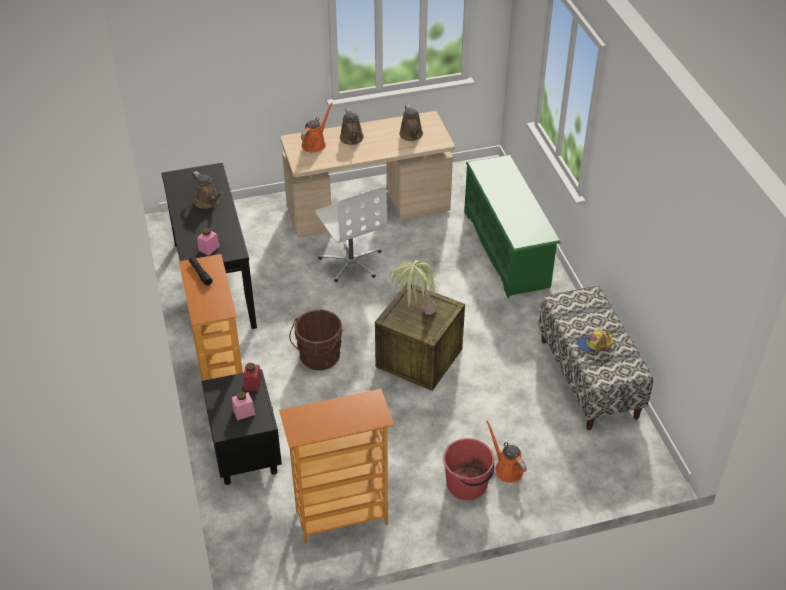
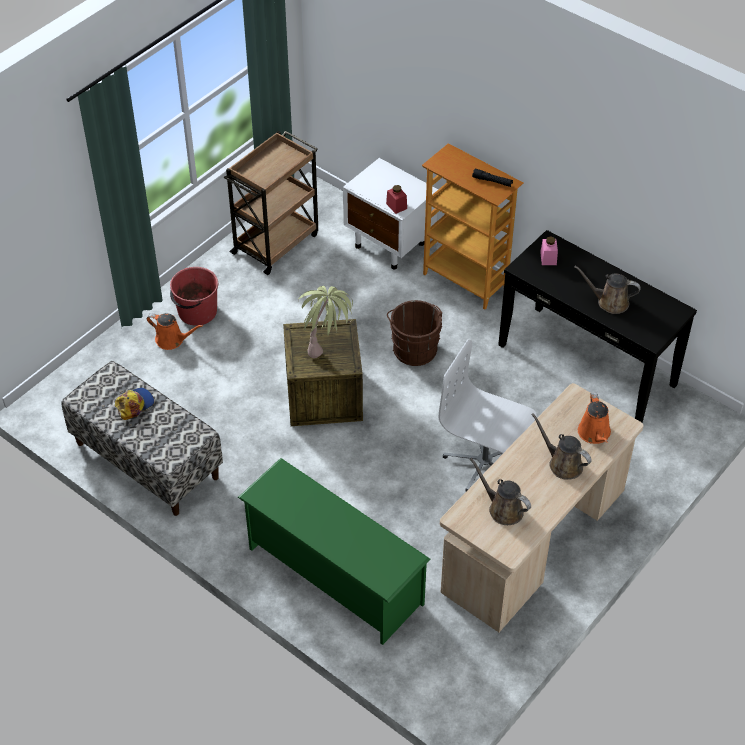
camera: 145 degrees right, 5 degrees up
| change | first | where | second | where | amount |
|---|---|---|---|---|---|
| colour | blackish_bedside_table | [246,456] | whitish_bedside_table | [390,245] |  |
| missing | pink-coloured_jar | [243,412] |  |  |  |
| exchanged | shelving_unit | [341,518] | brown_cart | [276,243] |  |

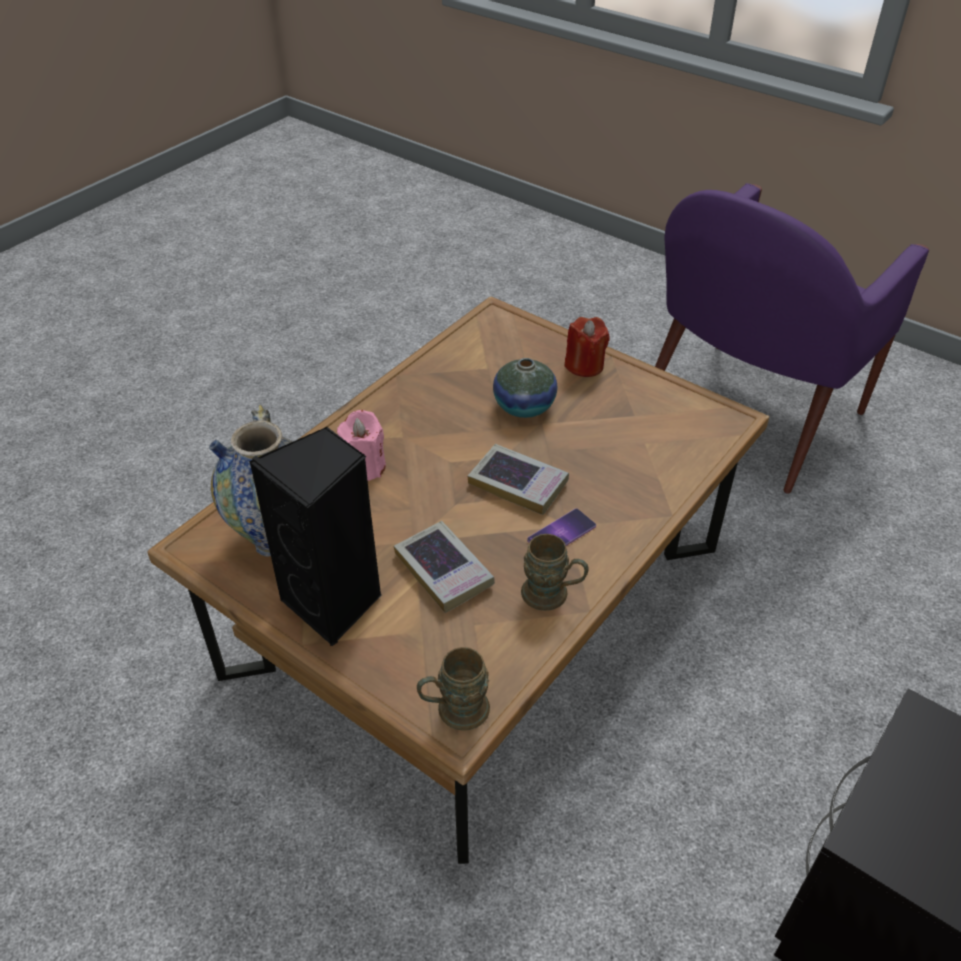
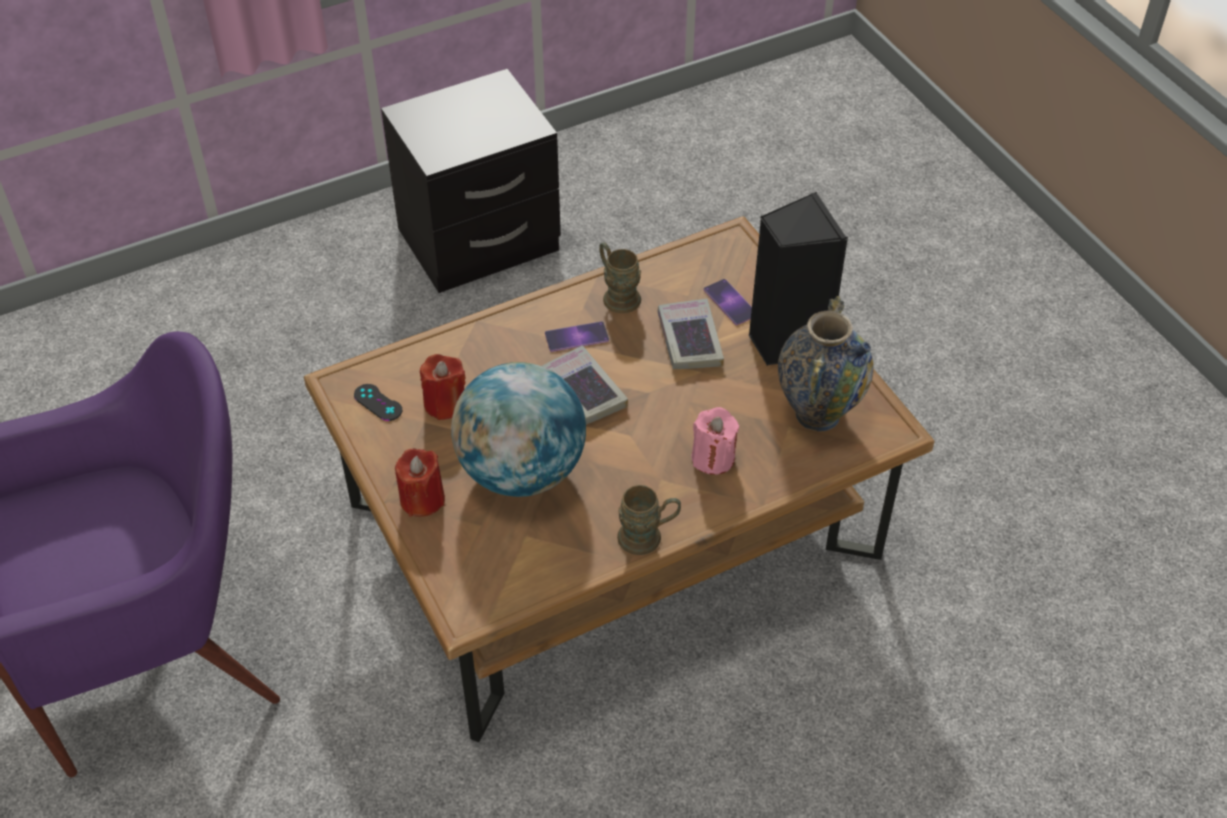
camera: 155 degrees left, 5 degrees up
| change | first | where | second | where | amount |
|---|---|---|---|---|---|
| relocated | brown_mug | [454,711] |  | [648,537] |  |
| exchanged | flower_vase | [524,406] | world_globe | [521,471] |  |
| appeared |  |  | blackish_gamepad | [378,402] |  |
| appeared |  |  | red-coloured_wax_light | [445,403] |  |
| appeared |  |  | handset | [730,302] |  |

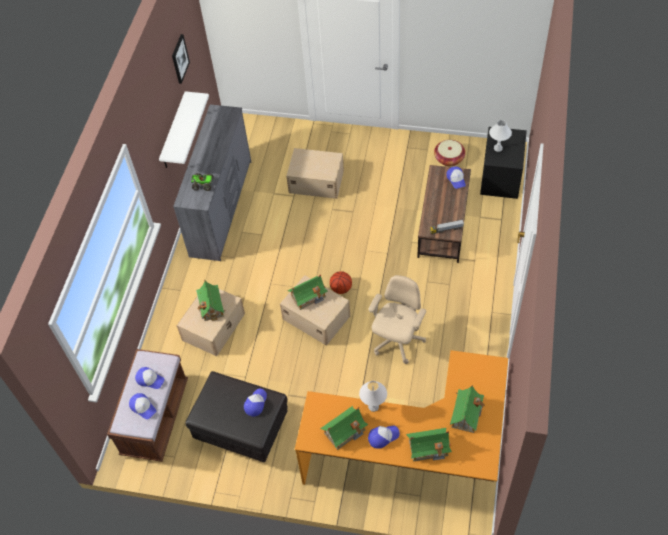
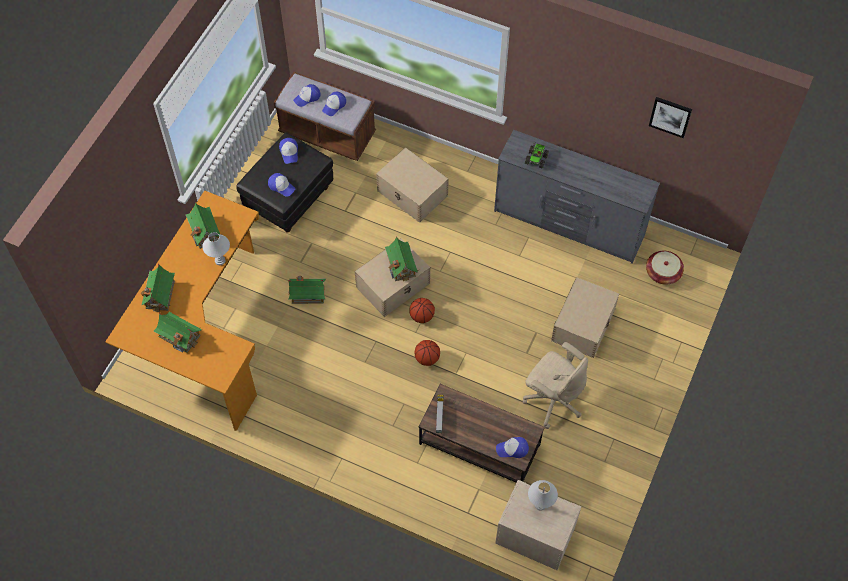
camera: 100 degrees right, 5 degrees up
| change | first | where | second | where | amount |
|---|---|---|---|---|---|
| missing | whitish_shelf | [174,132] |  |  |  |
| relocated | toy_house | [211,306] |  | [307,294] |  |
| relocated | sand-coloured_computer_chair | [397,341] |  | [553,400] |  |
| relocated | cap | [383,437] |  | [289,152] |  |
| relocated | storage_basket | [449,158] |  | [663,273] |  |
| colour | blackish_bedside_table | [500,177] | sand-coloured_bedside_table | [534,535] |  |
| appeared |  |  | basketball | [427,358] |  |

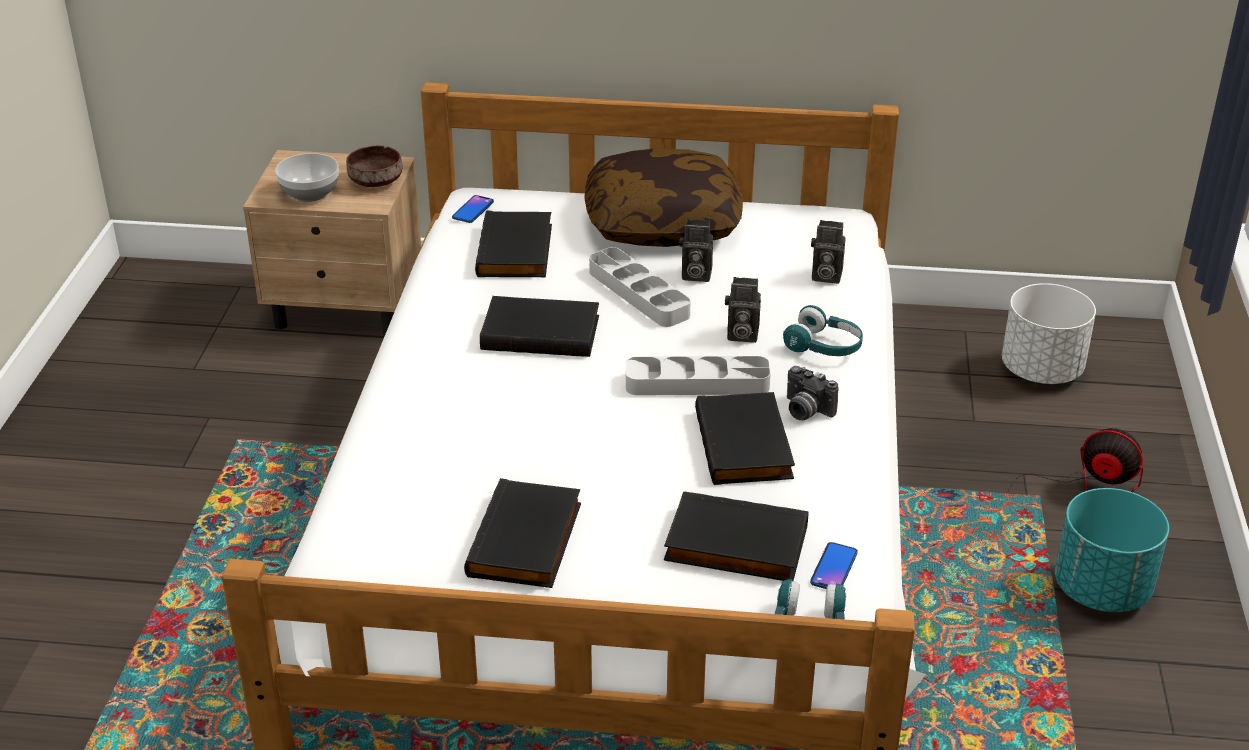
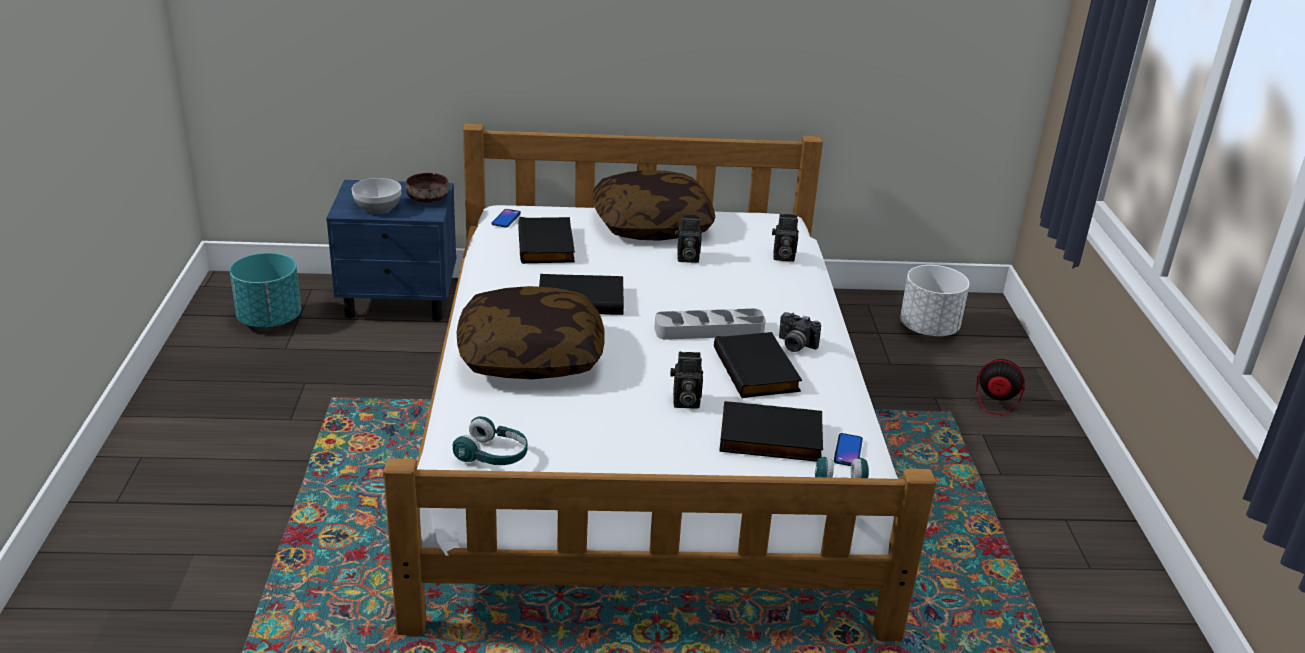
camera: 10 degrees left, 5 degrees down
| change | first | where | second | where | amount |
|---|---|---|---|---|---|
| colour | sand-coloured_bedside_table | [347,307] | blue_bedside_table | [400,301] |  |
| missing | blackish_bound_book | [527,541] |  |  |  |
| missing | gray_carrying_tray | [638,293] |  |  |  |
| relocated | photo_camera | [740,335] |  | [684,402] |  |
| relocated | turquoise_headphones | [824,347] |  | [493,455] |  |
| relocated | turquoise_plant_pot | [1102,590] |  | [269,320] |  |
| appeared |  |  | throw_pillow | [531,356] |  |

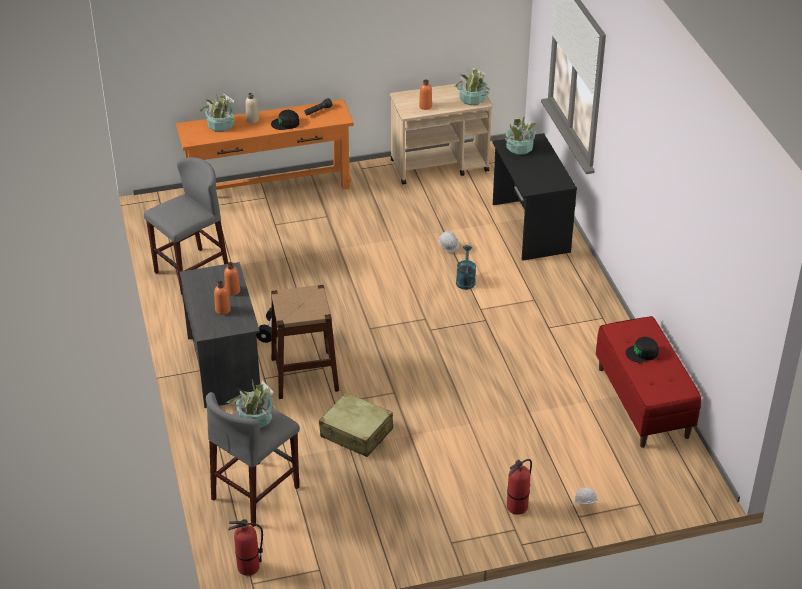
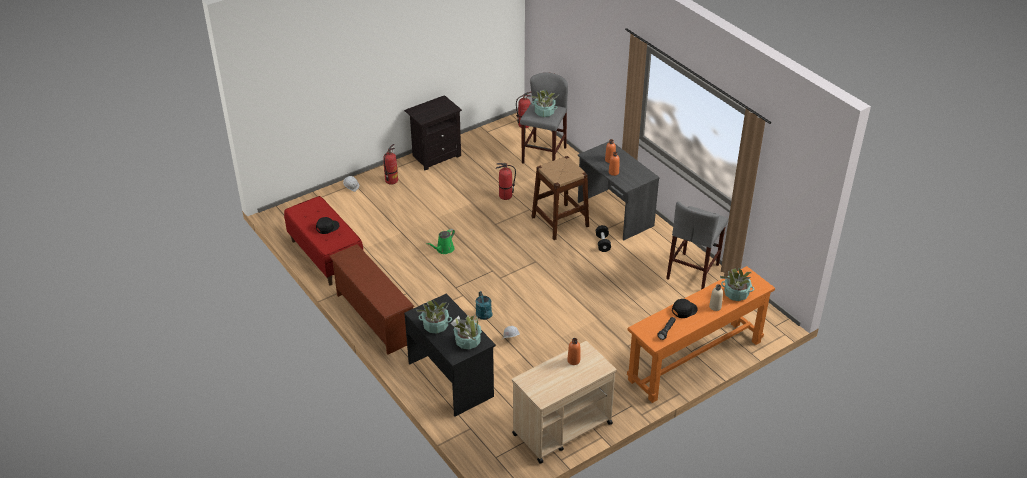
camera: 160 degrees right, 0 degrees up
| change | first | where | second | where | amount |
|---|---|---|---|---|---|
| exchanged | sand-coloured_suitcase | [356,433] | fire_extinguisher | [505,196] |  |
| relocated | plant_in_a_pot | [472,99] |  | [435,326] |  |
| appeared |  |  | brown_shoe_rack | [374,318] |  |
| appeared |  |  | blackish_bedside_table | [435,156] |  |
| appeared |  |  | green-coloured_watering_pot | [444,249] |  |

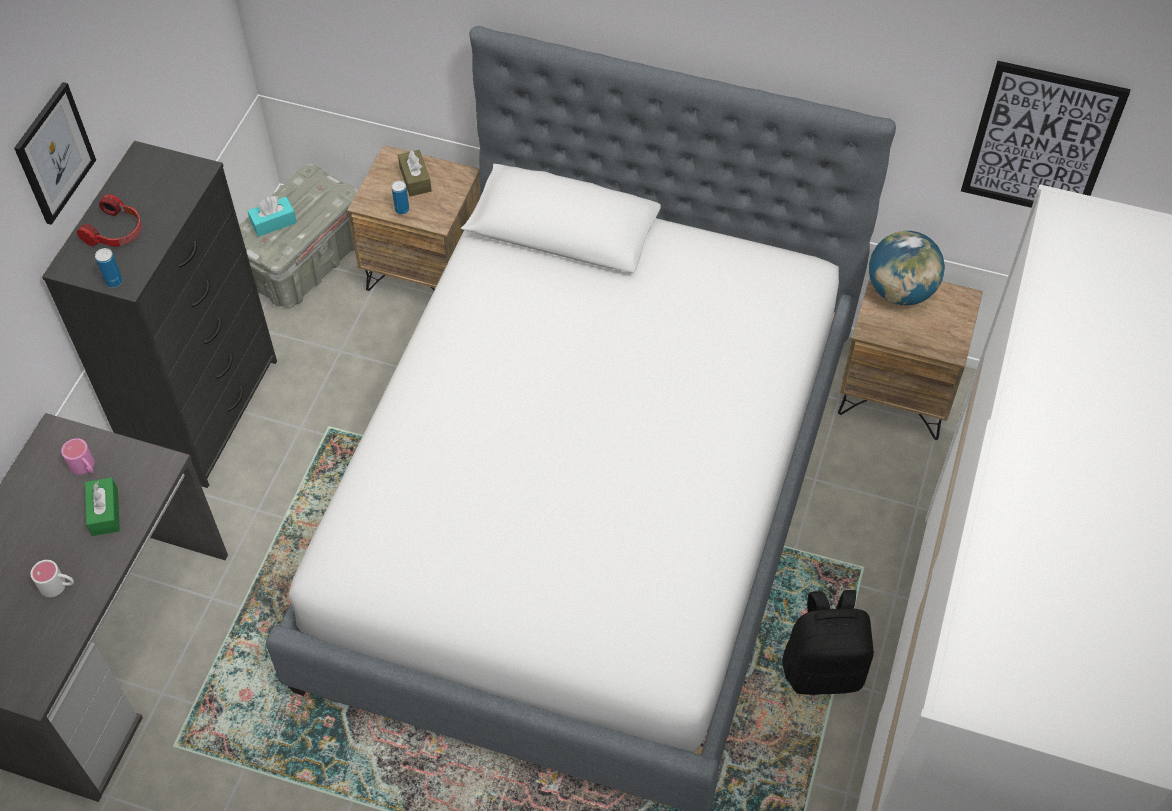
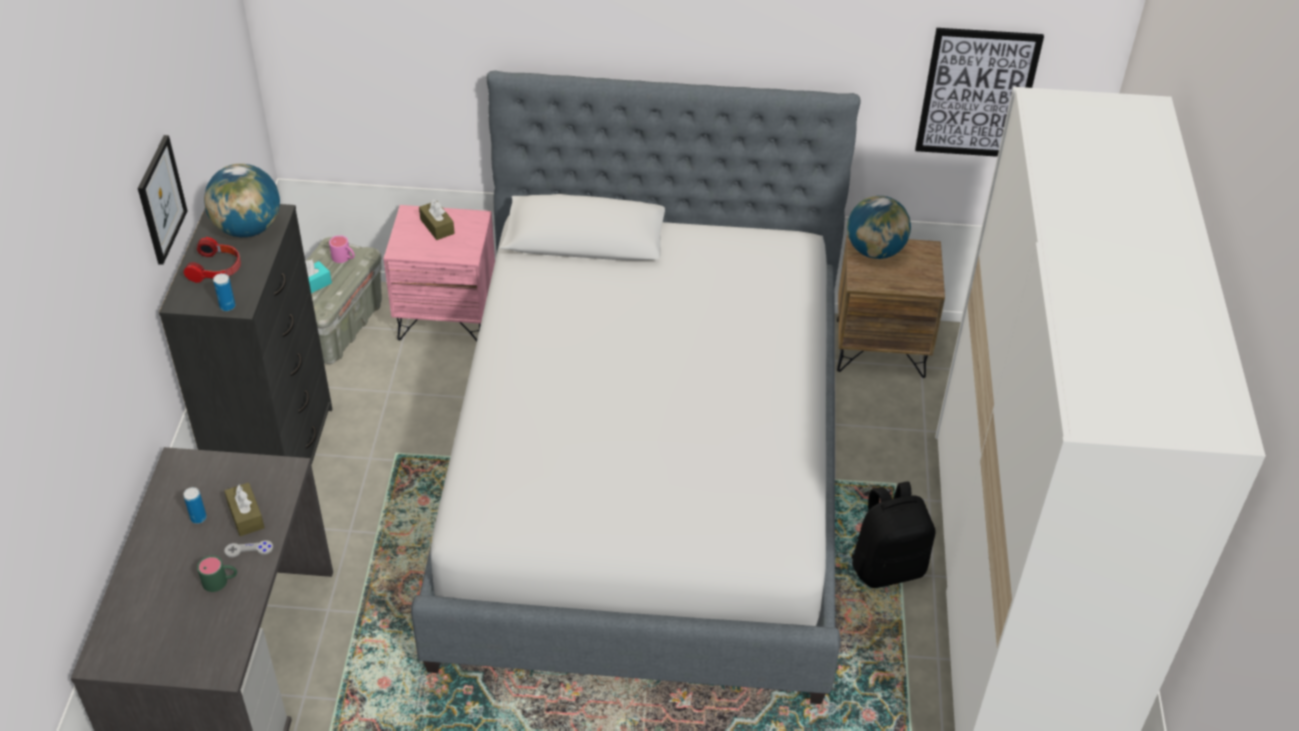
camera: 15 degrees left, 10 degrees down
| change | first | where | second | where | amount |
|---|---|---|---|---|---|
| colour | whitish_mug | [58,586] | green-coloured_mug | [220,581] |  |
| relocated | pink-coloured_mug | [85,467] |  | [344,258] |  |
| colour | green-coloured_tissue_box | [105,512] | brown_tissue_box | [246,515] |  |
| colour | brown_bedside_table | [426,271] | pink-coloured_bedside_table | [447,317] |  |
| relocated | metal_can | [402,209] |  | [198,518] |  |
| appeared |  |  | world_globe | [248,228] |  |
| appeared |  |  | gray_gamepad | [249,549] |  |

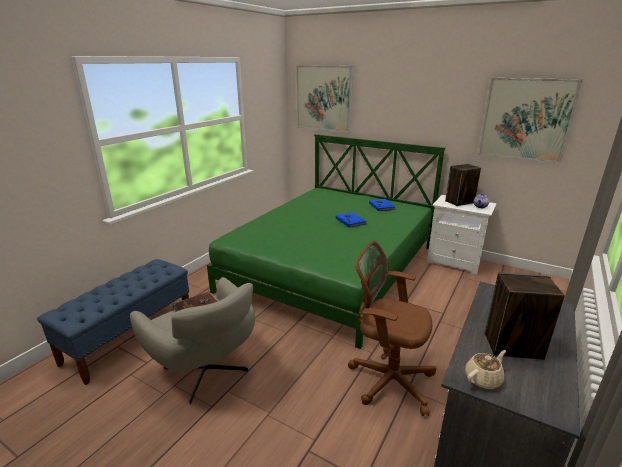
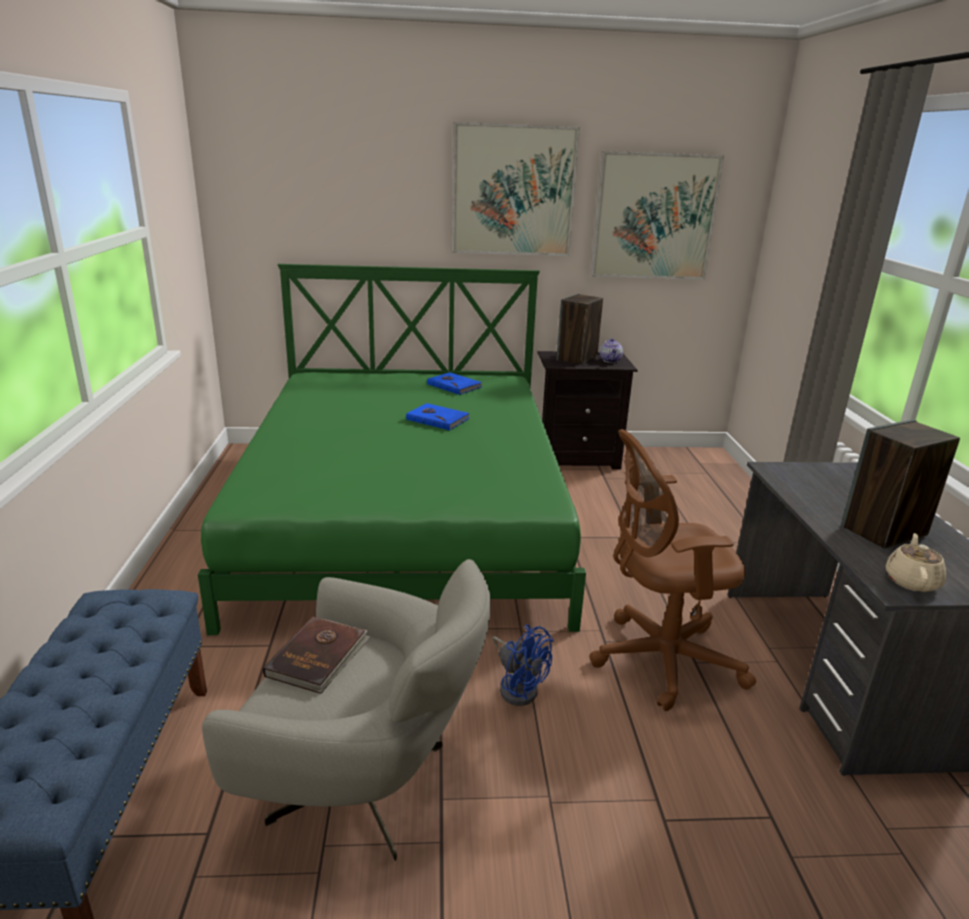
camera: 35 degrees left, 0 degrees up
| change | first | where | second | where | amount |
|---|---|---|---|---|---|
| relocated | wall_art | [324,98] |  | [513,191] |  |
| colour | whitish_bedside_table | [455,261] | blackish_bedside_table | [577,458] |  |
| appeared |  |  | blue_electric_fan | [518,686] |  |

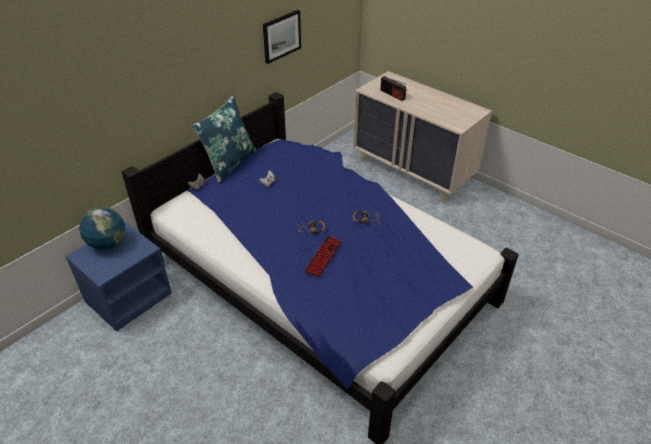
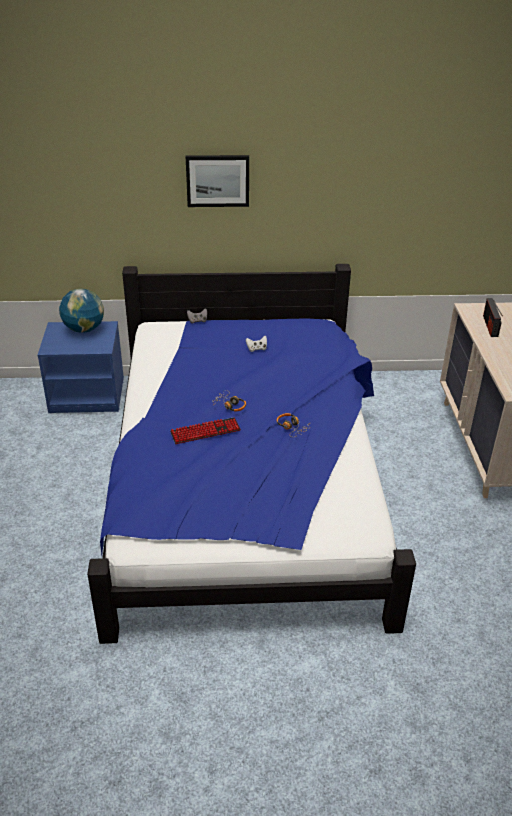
camera: 45 degrees right, 5 degrees down
| change | first | where | second | where | amount |
|---|---|---|---|---|---|
| missing | blue_throw_pillow | [229,163] |  |  |  |
| relocated | wall_art | [281,36] |  | [217,180] |  |

